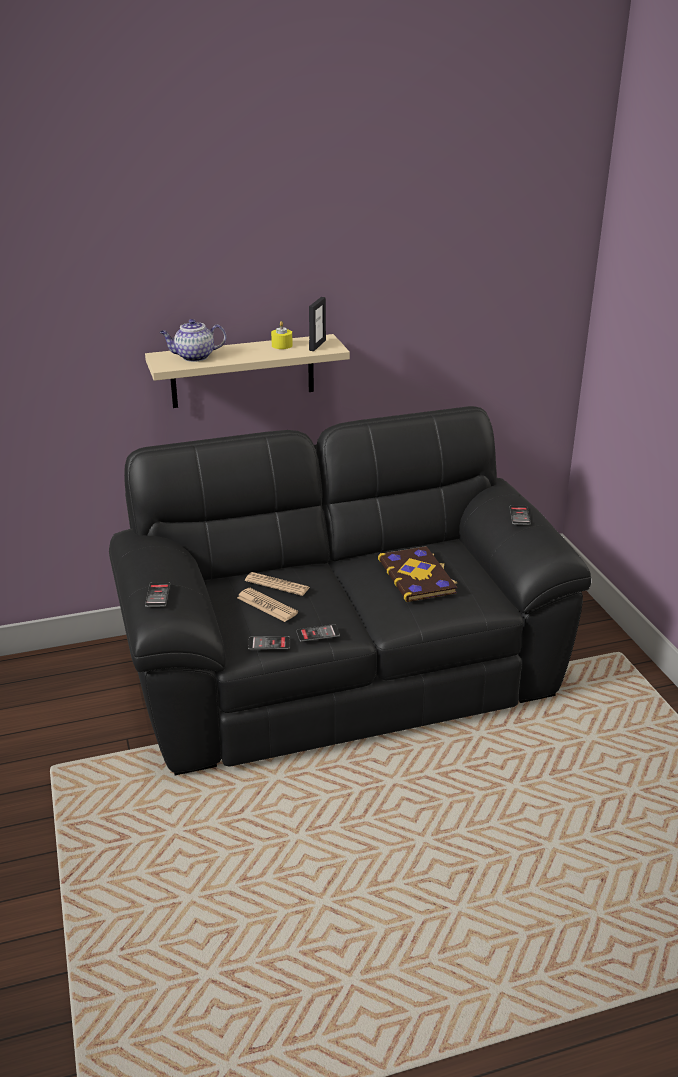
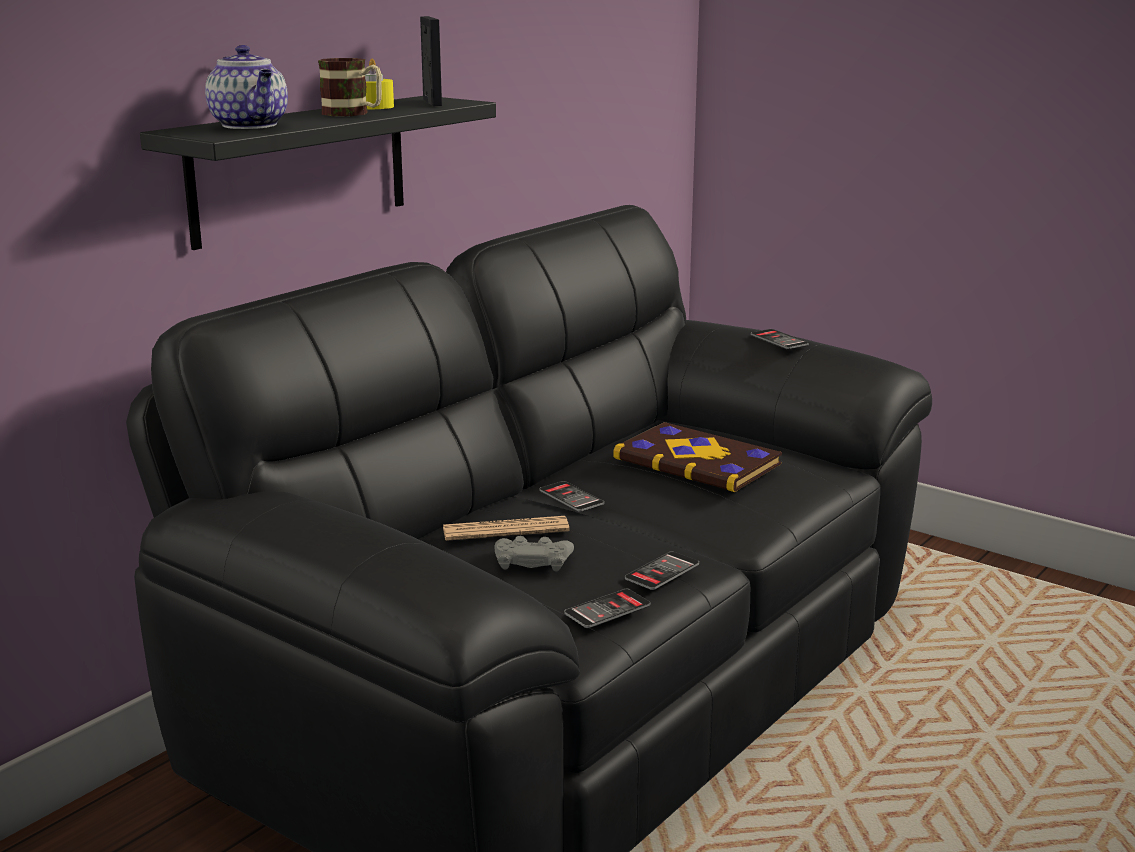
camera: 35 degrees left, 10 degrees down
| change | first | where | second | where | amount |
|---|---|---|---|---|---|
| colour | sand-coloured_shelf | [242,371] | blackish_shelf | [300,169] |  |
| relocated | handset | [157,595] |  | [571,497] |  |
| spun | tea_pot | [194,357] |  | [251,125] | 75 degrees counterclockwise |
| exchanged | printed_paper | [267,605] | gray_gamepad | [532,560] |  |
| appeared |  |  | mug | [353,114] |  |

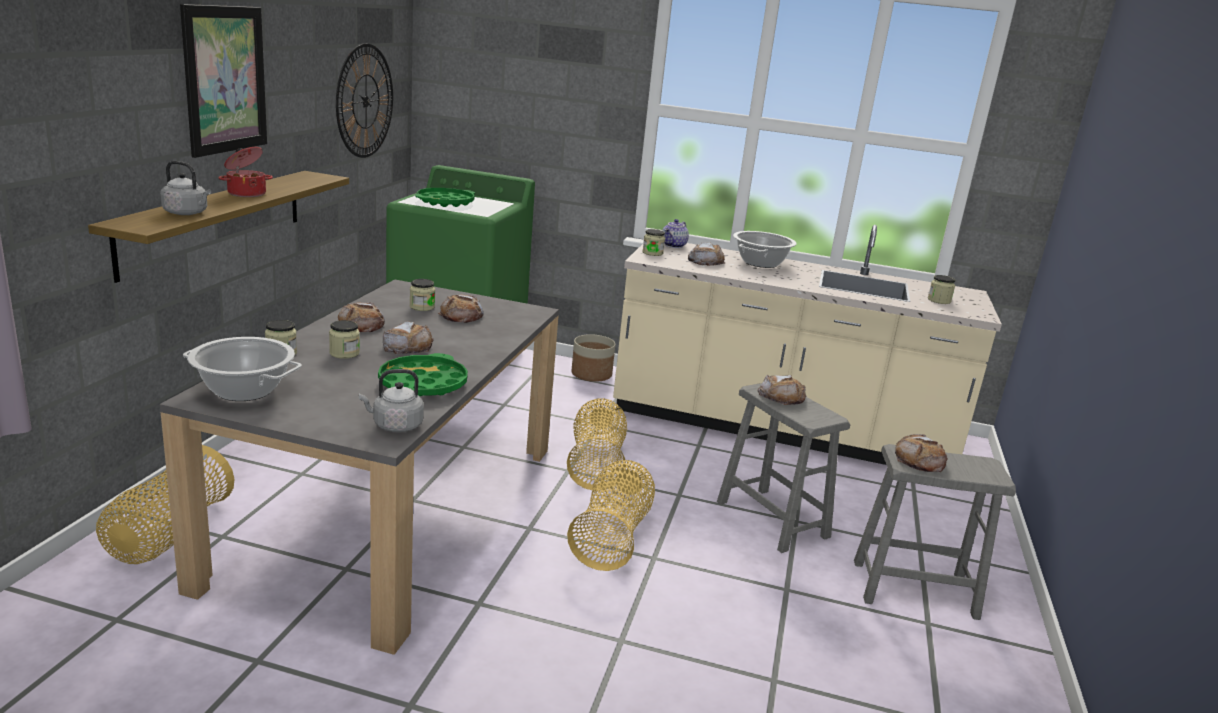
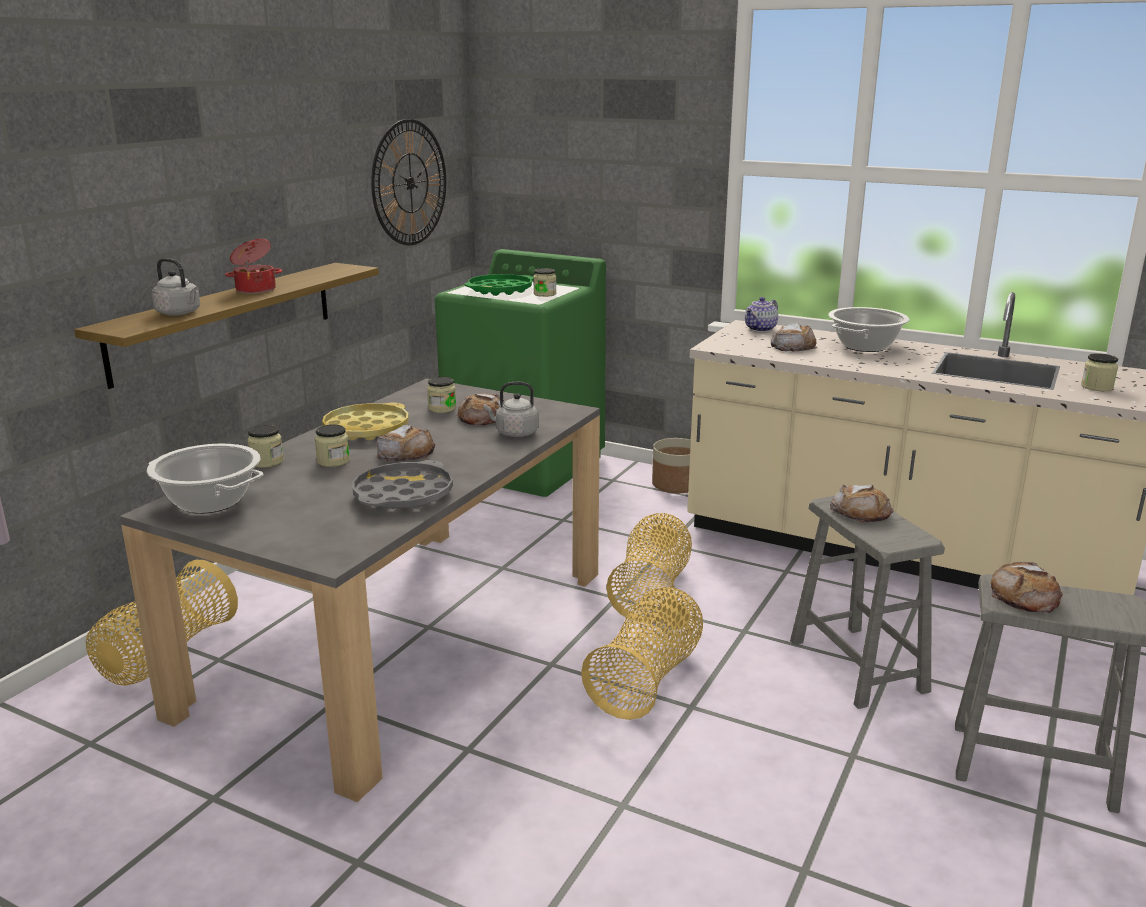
camera: 15 degrees right, 0 degrees up
| change | first | where | second | where | amount |
|---|---|---|---|---|---|
| missing | wall_art | [225,79] |  |  |  |
| exchanged | baked_bread | [361,324] | yellow_carrying_tray | [367,429] |  |
| relocated | gray_tea_kettle | [395,426] |  | [514,433] |  |
| colour | green-coloured_carrying_tray | [423,384] | gray_carrying_tray | [403,495] |  |
| relocated | jar | [652,253] |  | [545,294] |  |

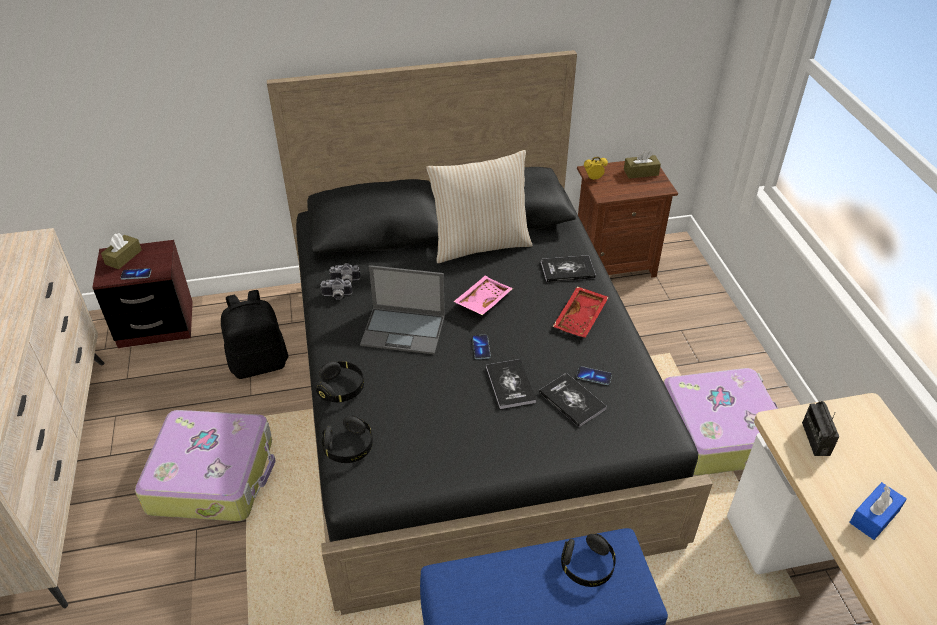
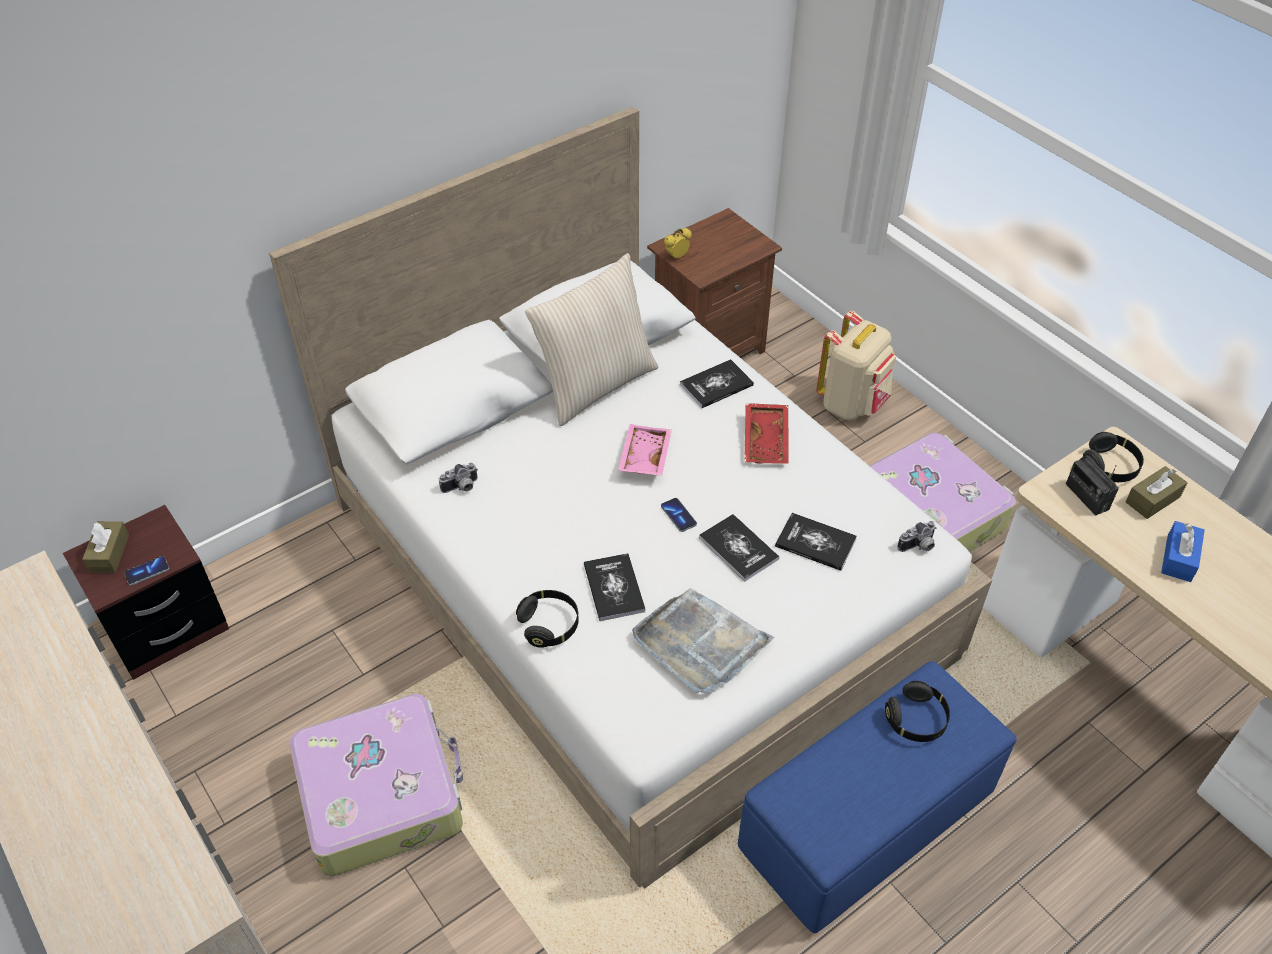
camera: 25 degrees left, 5 degrees up
| change | first | where | second | where | amount |
|---|---|---|---|---|---|
| missing | blackish_backpack | [259,363] |  |  |  |
| colour | blackish_bed | [469,397] | whitish_bed | [636,575] |  |
| relocated | photo_camera | [336,296] |  | [918,546] |  |
| relocated | blackish_headphones | [349,447] |  | [1109,467] |  |
| missing | laptop | [404,330] |  |  |  |
| missing | handset | [594,376] |  |  |  |
| relocated | brown_tissue_box | [641,172] |  | [1152,499] |  |
| appeared |  |  | bound_book | [614,588] |  |
| appeared |  |  | gray_carrying_tray | [700,643] |  |
| appeared |  |  | sand-coloured_backpack | [852,404] |  |

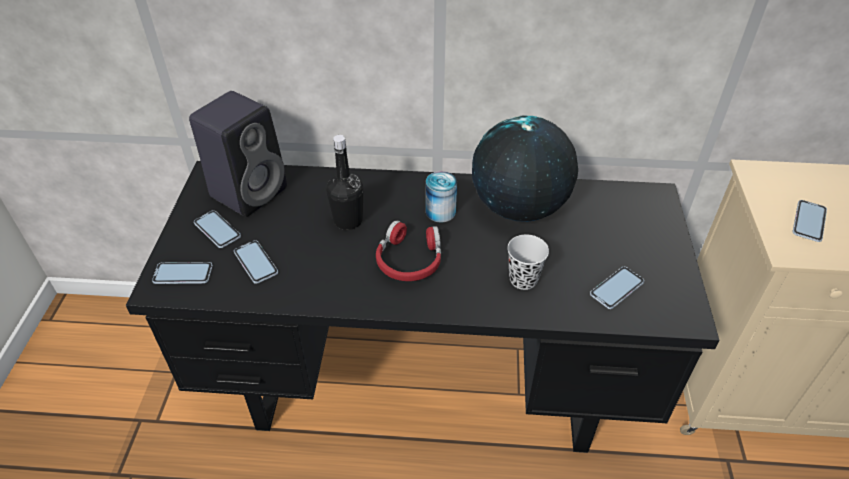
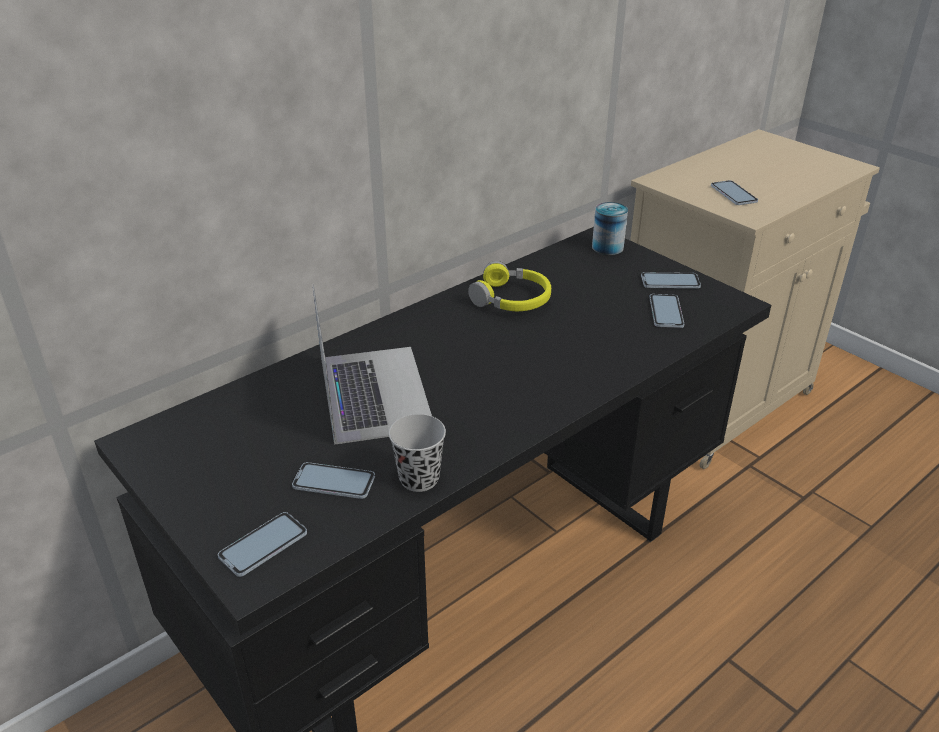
camera: 45 degrees left, 10 degrees down
| change | first | where | second | where | amount |
|---|---|---|---|---|---|
| missing | blackish_audio_speaker | [250,191] |  |  |  |
| relocated | handset | [217,230] |  | [670,281] |  |
| exchanged | blackish_drink_bottle | [348,220] | laptop | [374,392] |  |
| missing | red-coloured_headphones | [409,260] |  |  |  |
| relocated | metal_can | [440,212] |  | [607,247] |  |
| exchanged | world_globe | [518,208] | yellow_headphones | [512,299] |  |
| relocated | blackish_small_cup | [523,279] |  | [419,478] |  |

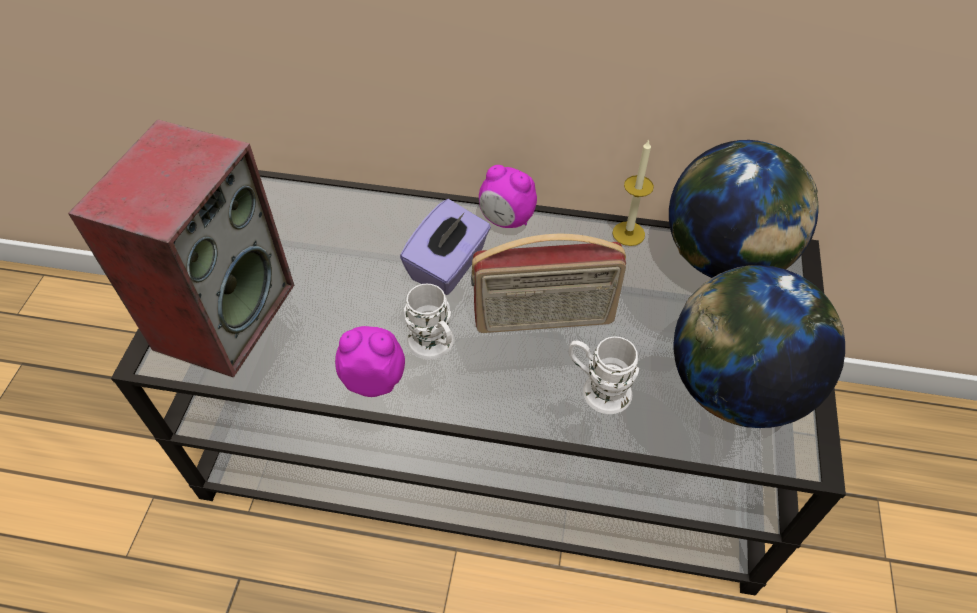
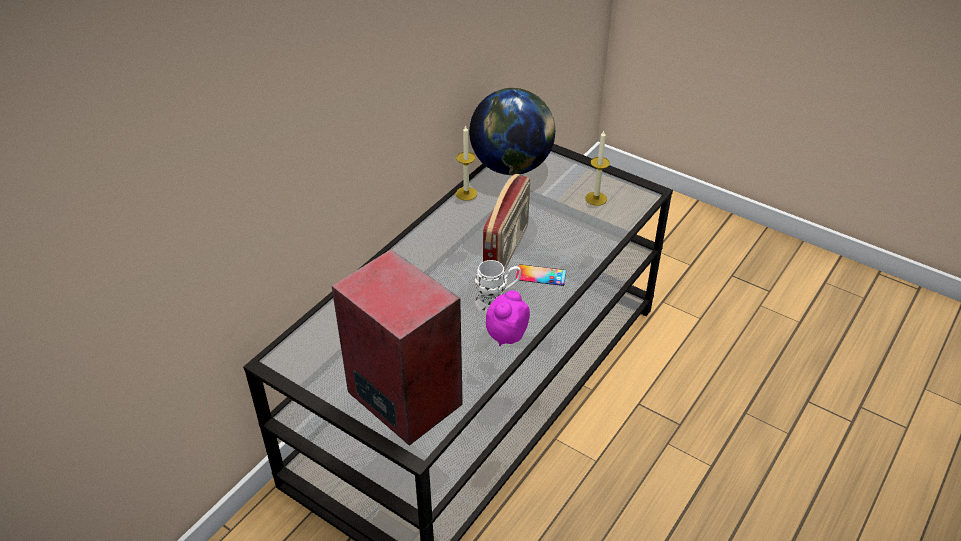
camera: 65 degrees left, 10 degrees down
| change | first | where | second | where | amount |
|---|---|---|---|---|---|
| missing | purple_tissue_box | [448,266] |  |  |  |
| missing | table_clock | [506,220] |  |  |  |
| missing | whitish_mug | [597,389] |  |  |  |
| exchanged | world_globe | [735,388] | wax_light | [596,198] |  |
| appeared |  |  | handset | [541,275] |  |

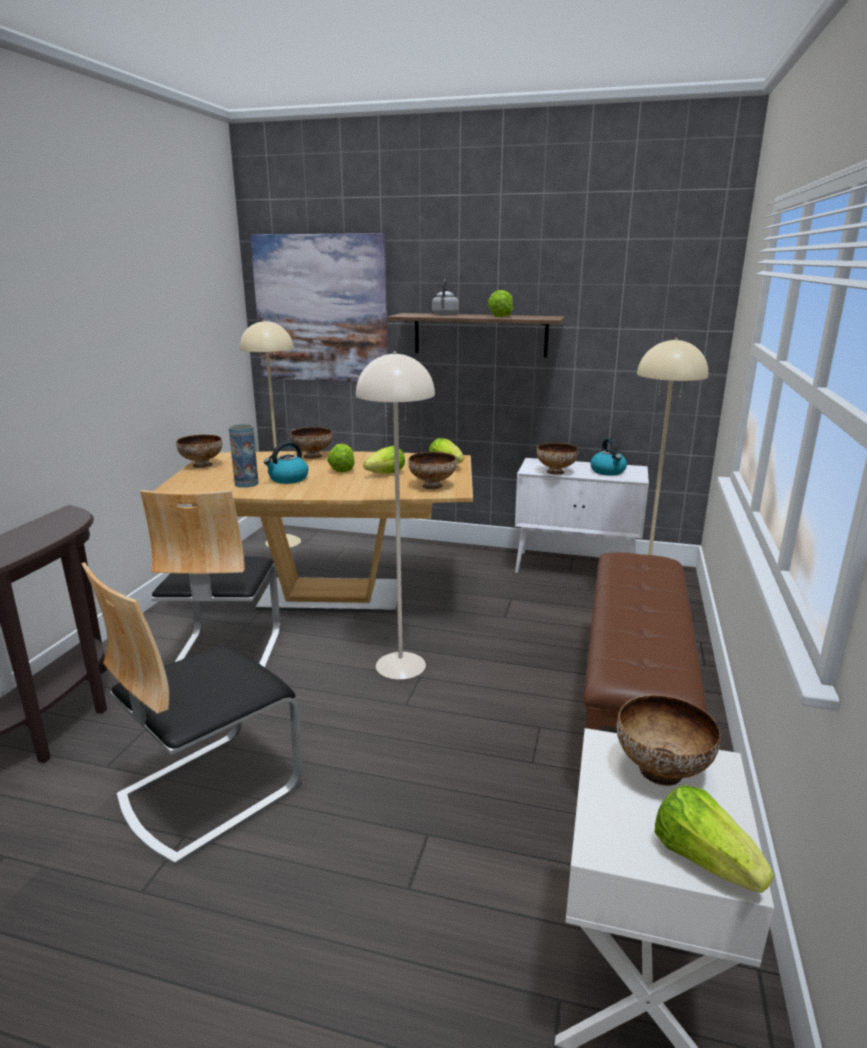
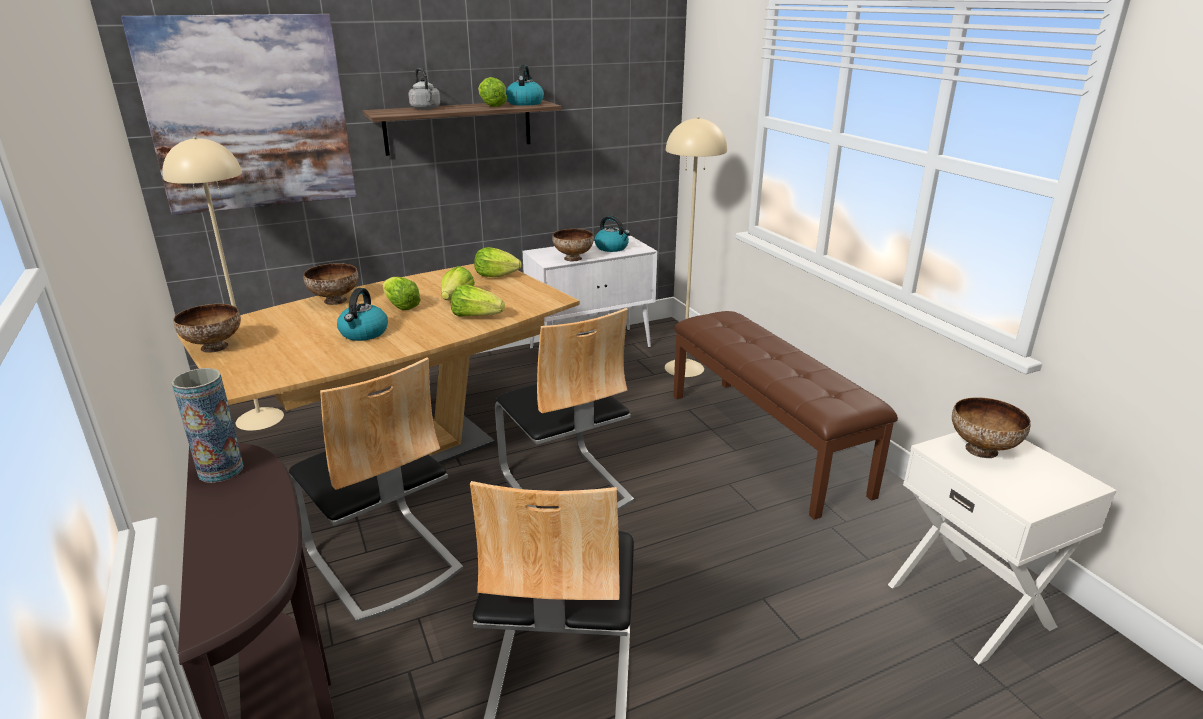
camera: 40 degrees left, 5 degrees up
| change | first | where | second | where | amount |
|---|---|---|---|---|---|
| relocated | flower_vase | [246,484] |  | [221,470] |  |
| exchanged | sand-coloured_floor_lamp | [400,665] | plain_chair | [564,487] |  |
| missing | bowl | [433,486] |  |  |  |
| relocated | lettuce | [703,859] |  | [476,316] |  |
| appeared |  |  | tea_kettle | [525,103] |  |

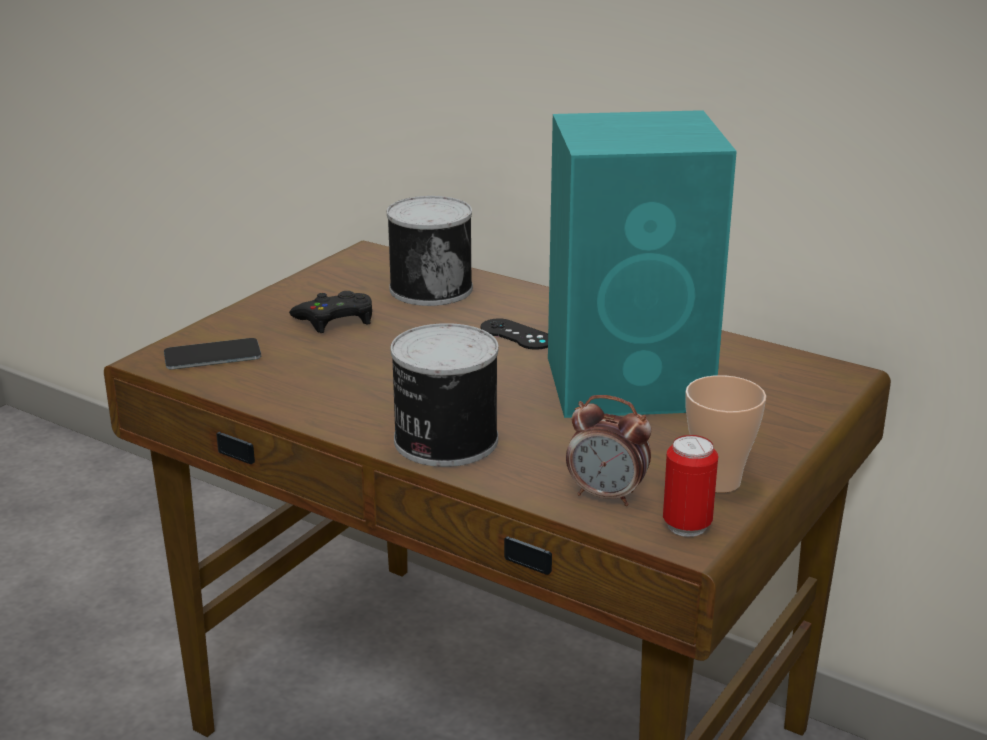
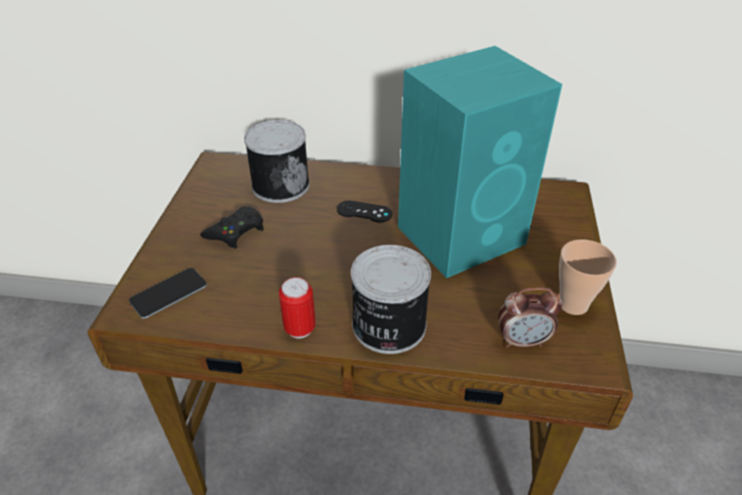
camera: 25 degrees left, 15 degrees up
| change | first | where | second | where | amount |
|---|---|---|---|---|---|
| relocated | metal_can | [687,526] |  | [300,328] |  |

